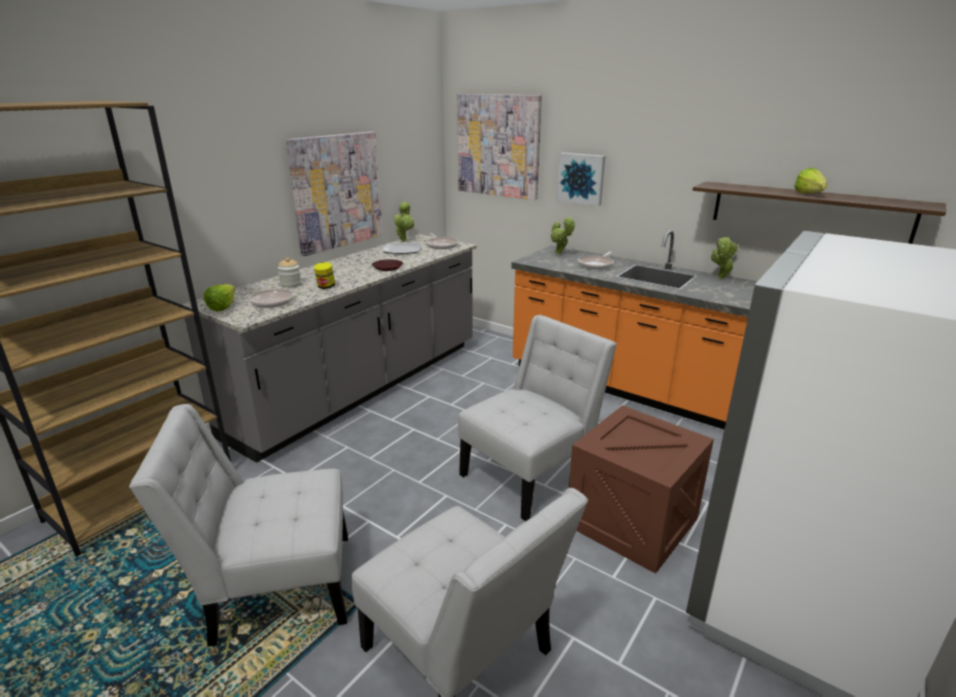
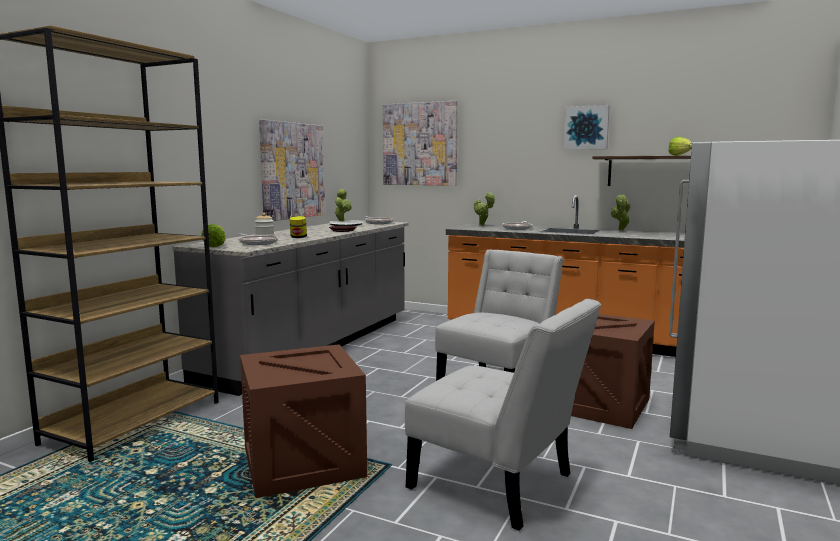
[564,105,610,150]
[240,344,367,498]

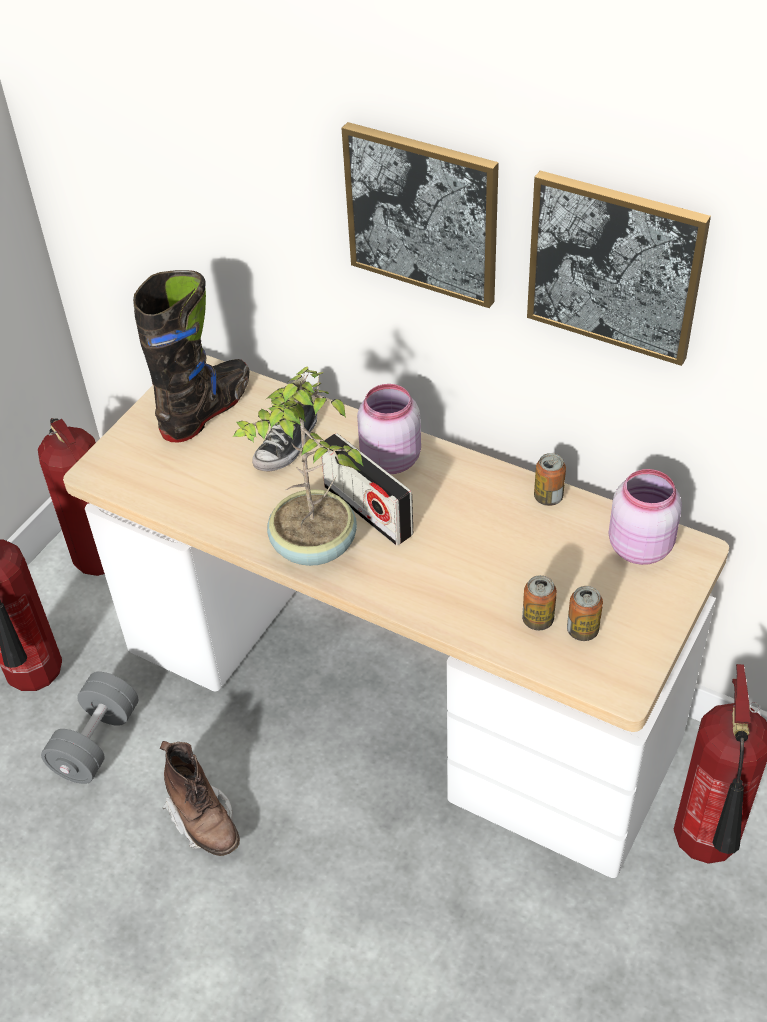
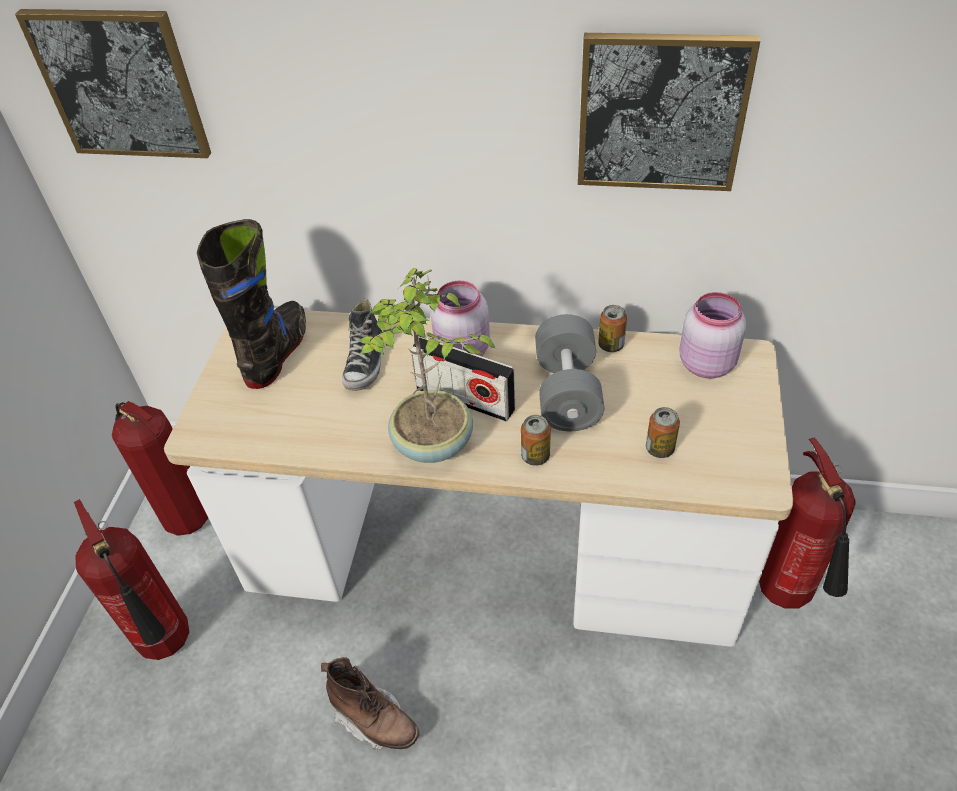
[535,314,604,432]
[15,9,211,158]
[521,415,551,466]

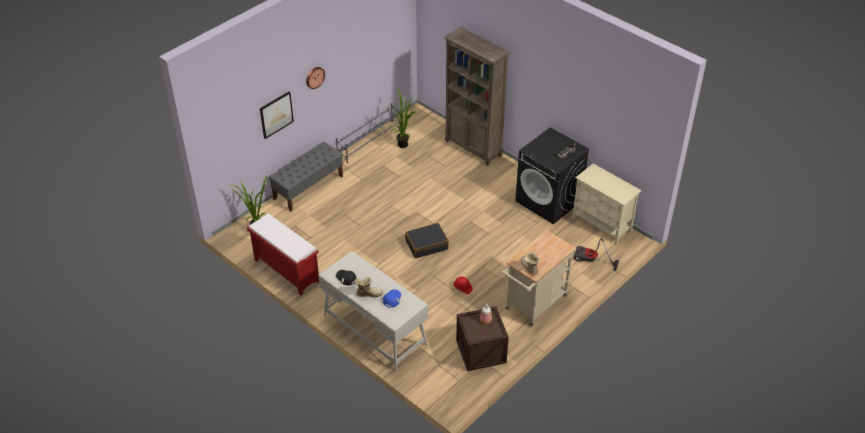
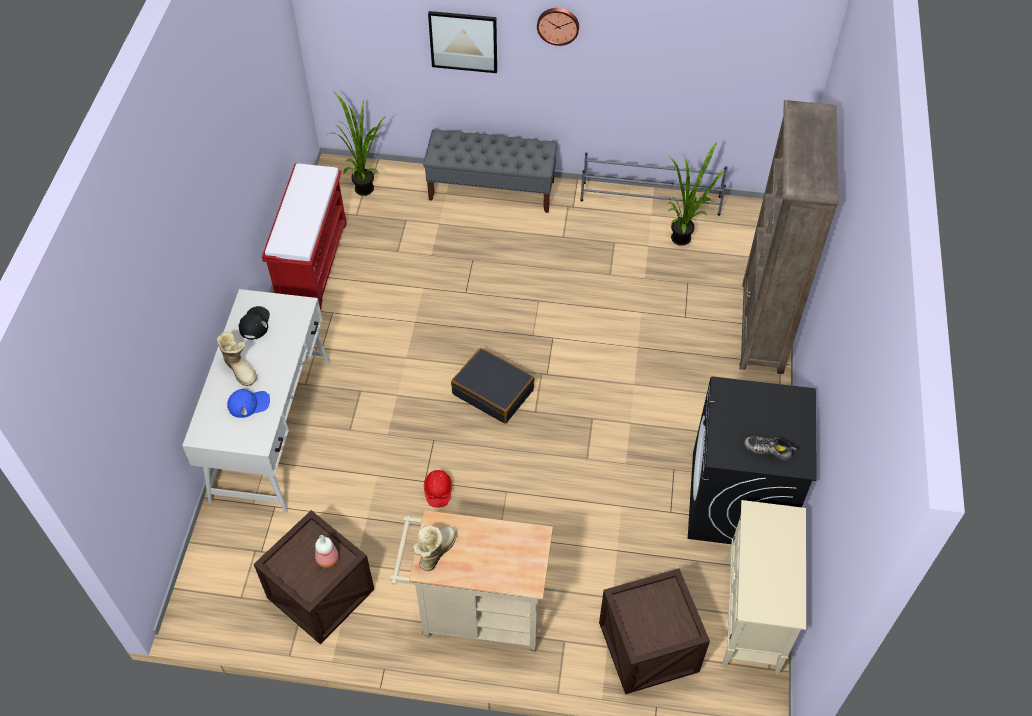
[599,568,710,694]

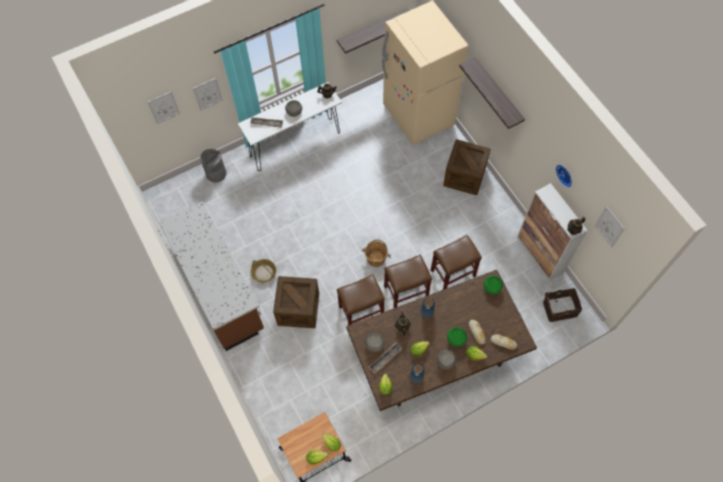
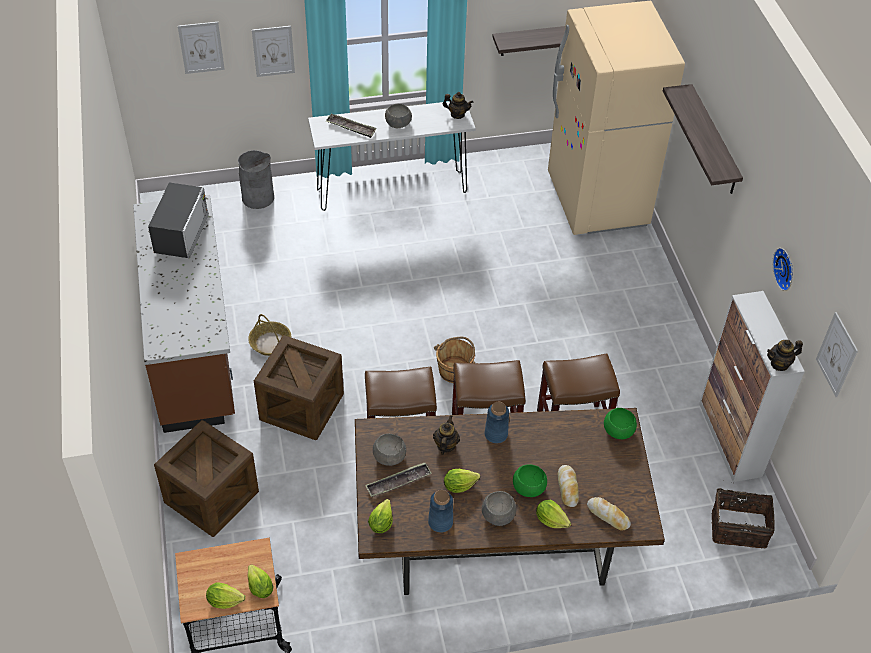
[148,182,209,258]
[154,420,259,537]

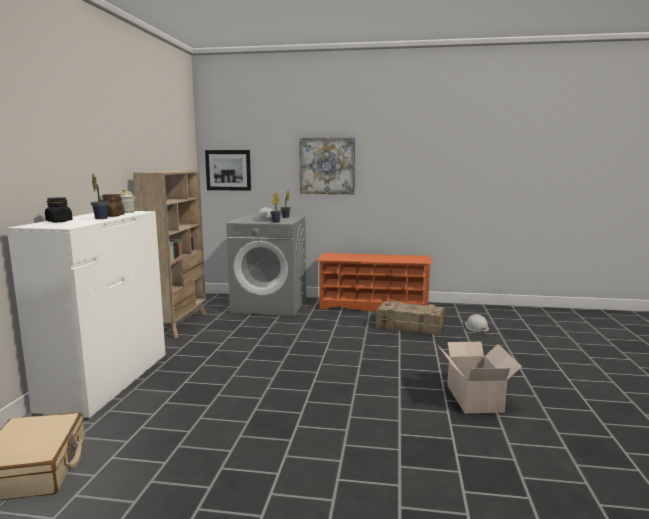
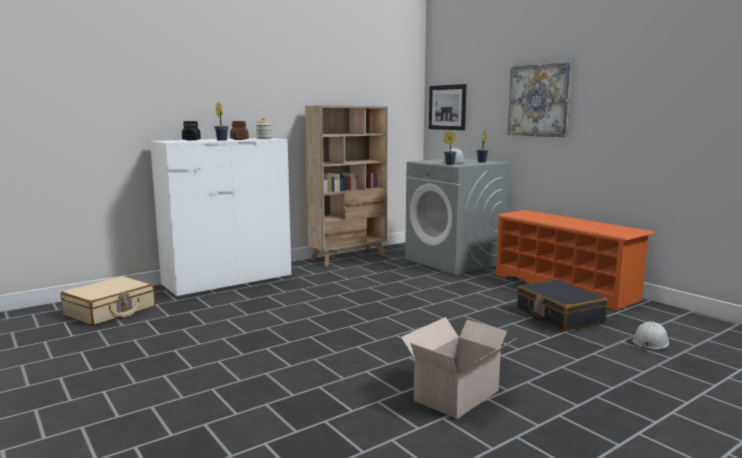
[517,279,608,331]

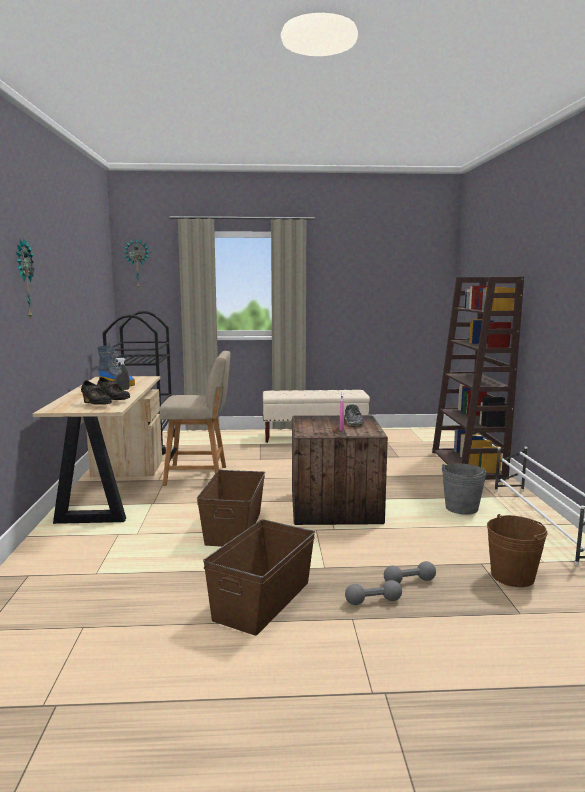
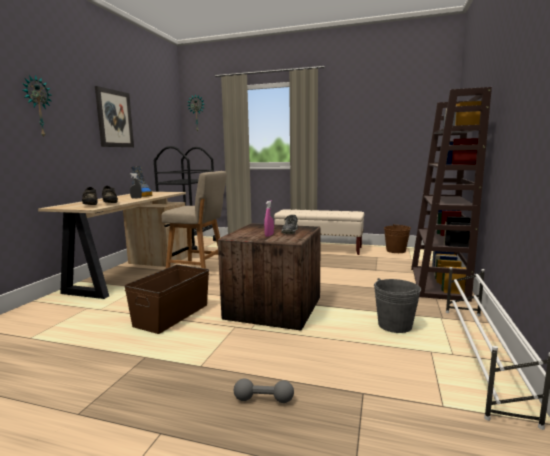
[203,519,315,636] (first image)
[345,580,402,605] (first image)
[95,86,134,147]
[384,224,411,253]

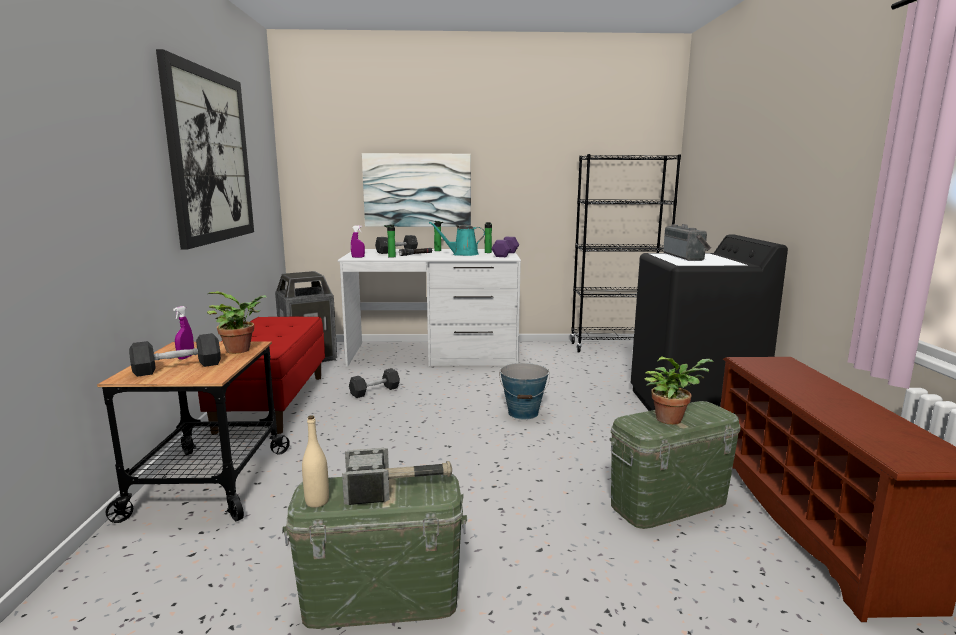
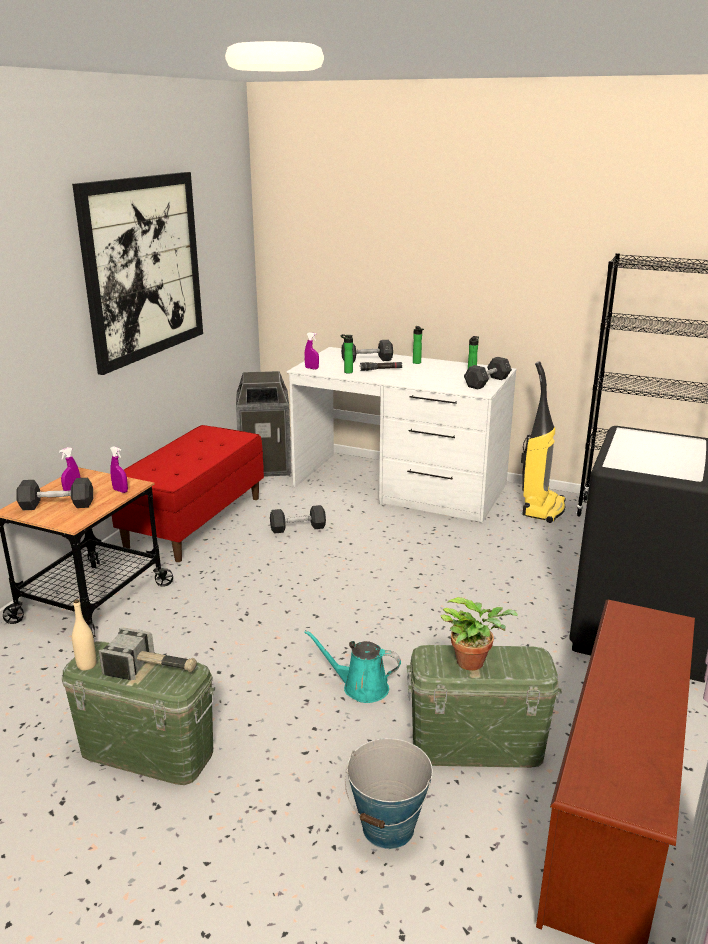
[362,153,471,227] (first image)
[663,224,711,261] (first image)
[521,361,566,523]
[304,630,401,703]
[344,738,433,849]
[110,446,128,493]
[464,357,512,389]

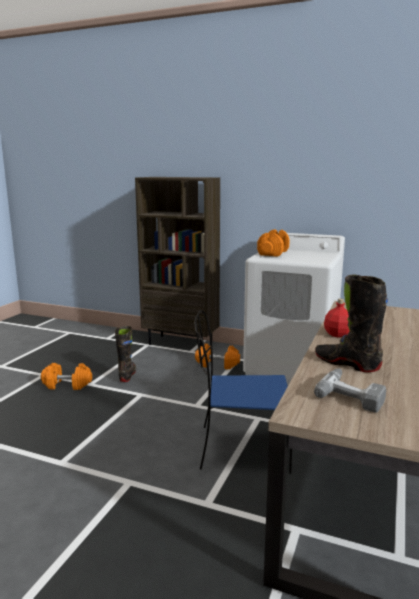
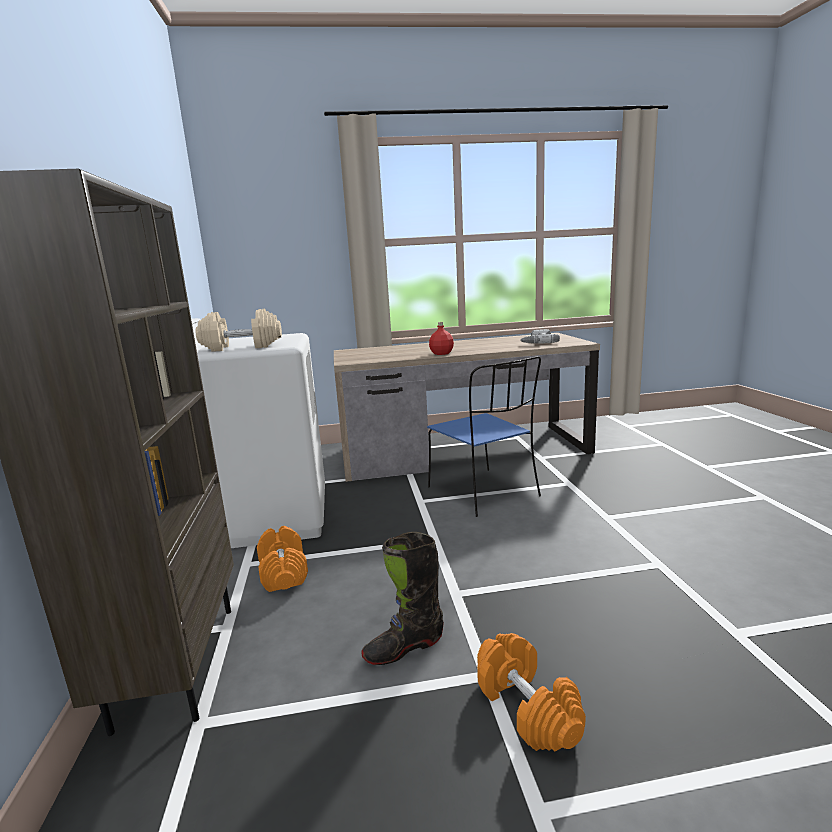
[315,275,388,372] (first image)
[196,309,282,352]

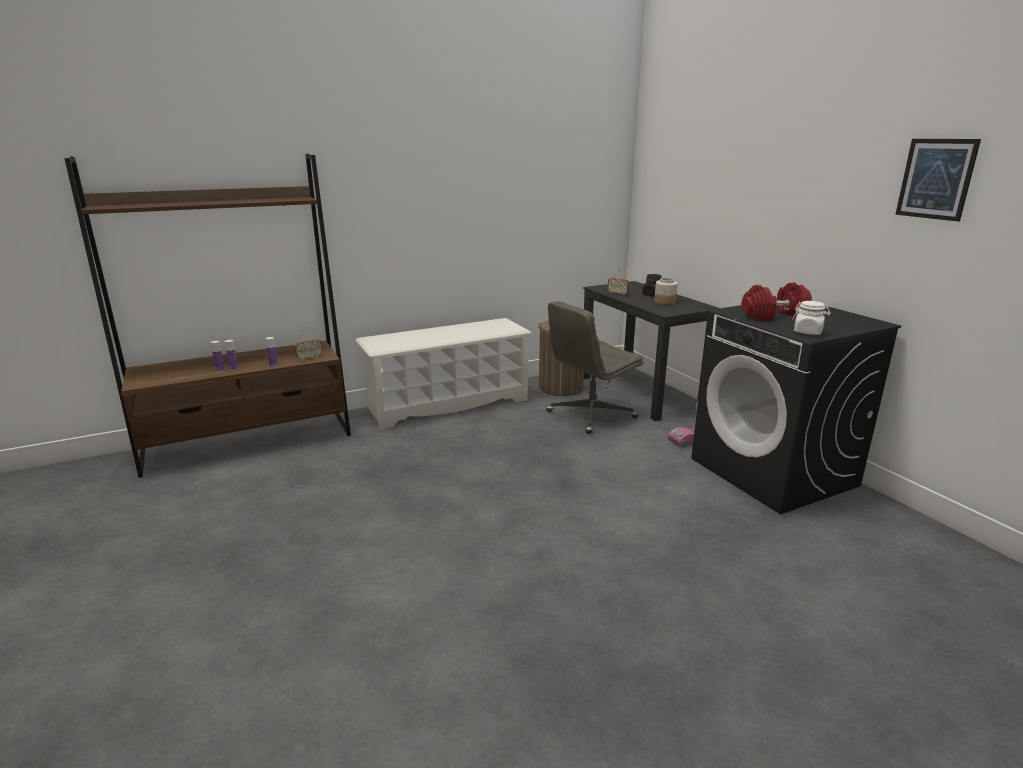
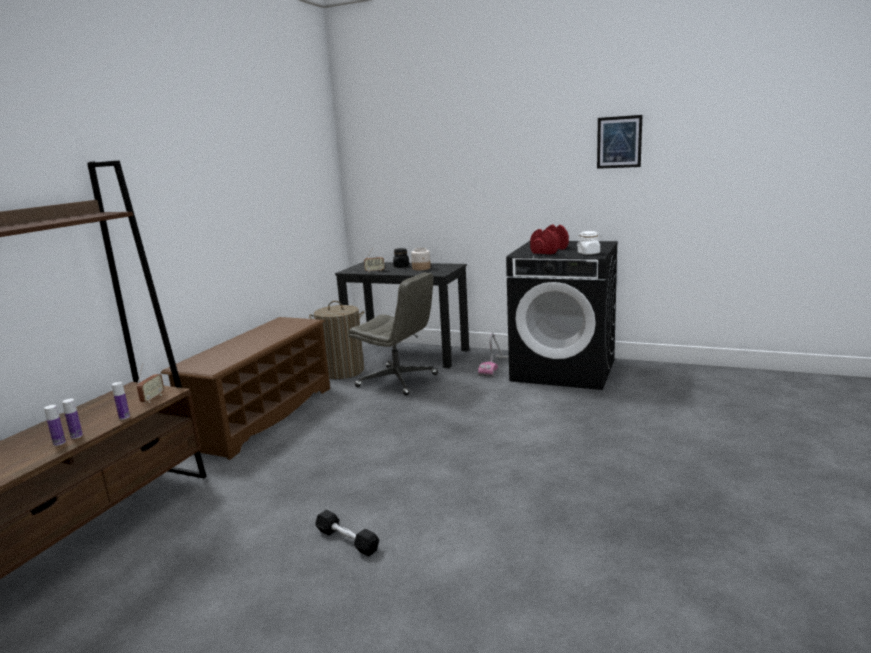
[315,510,379,557]
[161,317,330,460]
[349,272,438,395]

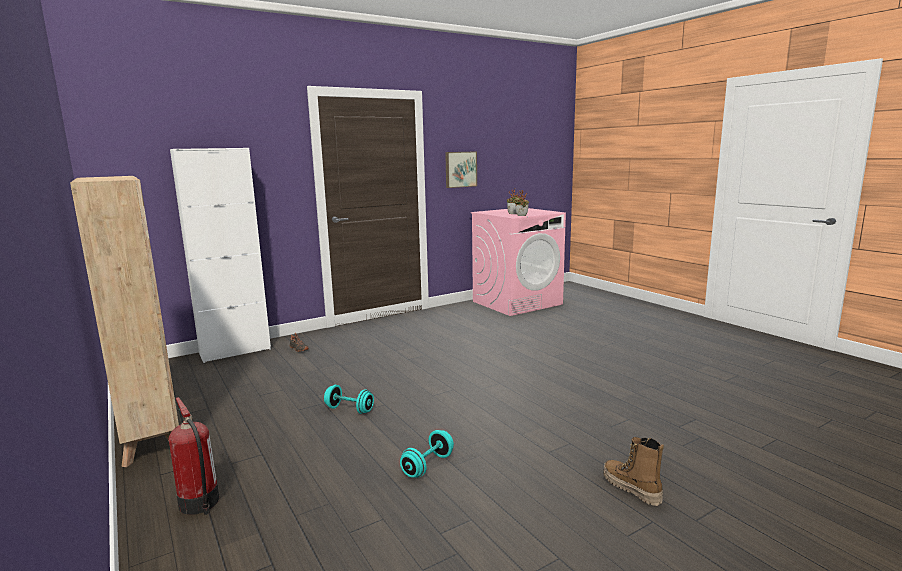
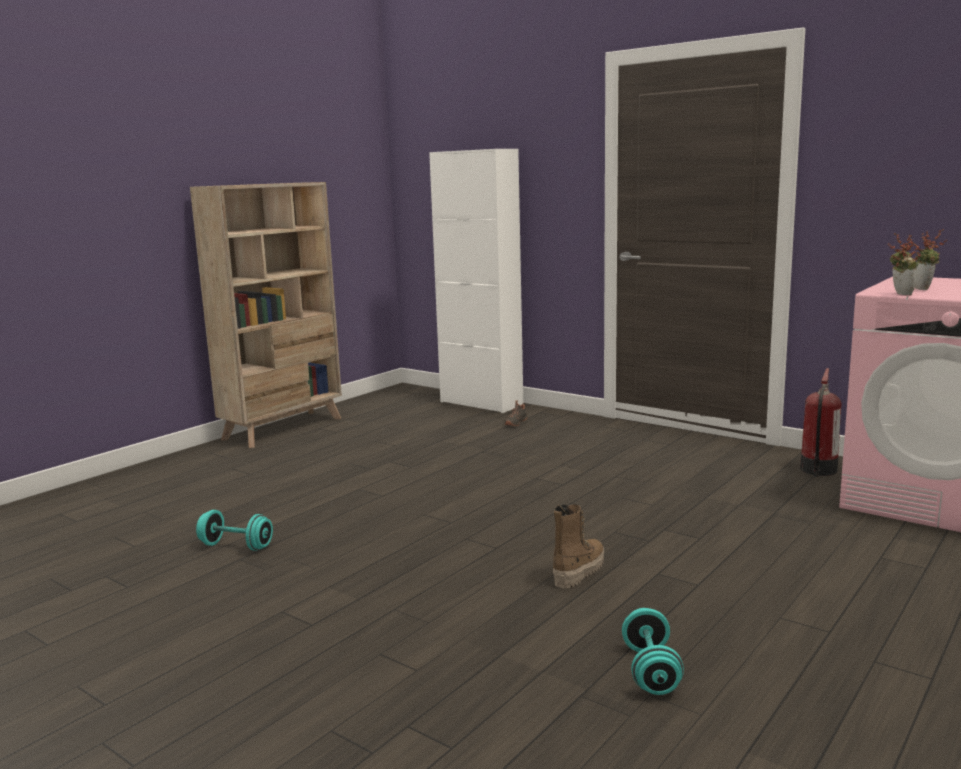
[445,151,477,188] (first image)
[800,368,841,477]
[622,608,684,695]
[553,504,604,589]

